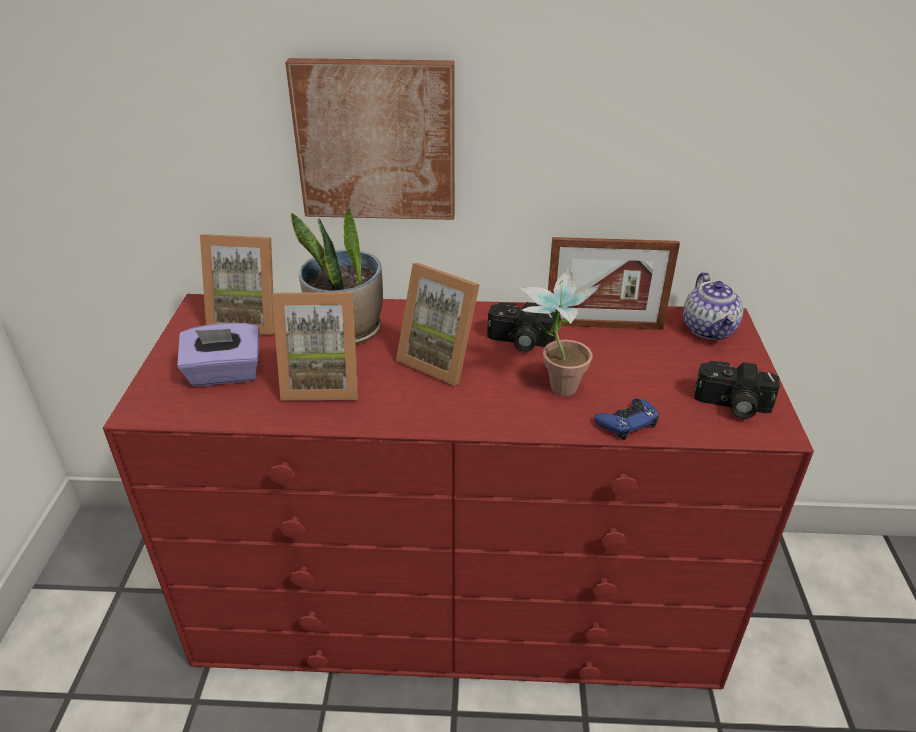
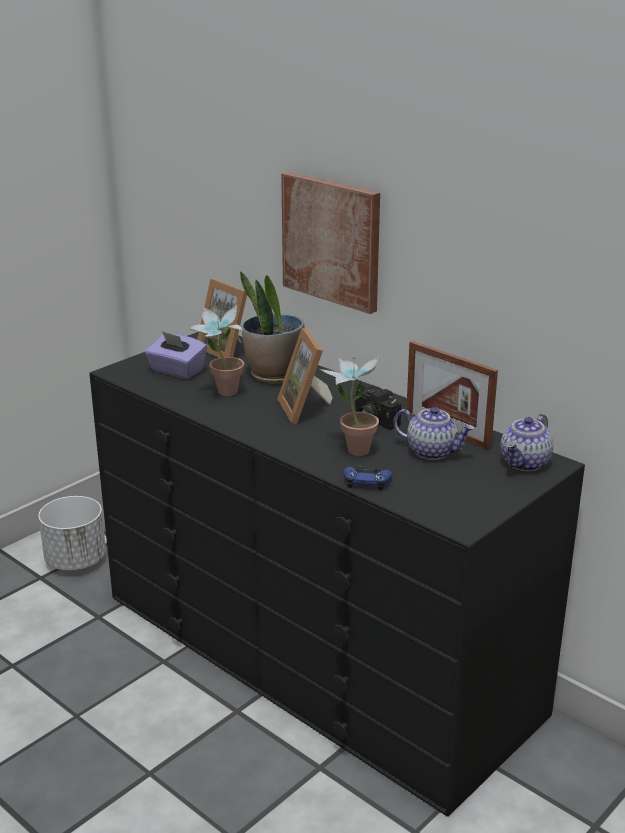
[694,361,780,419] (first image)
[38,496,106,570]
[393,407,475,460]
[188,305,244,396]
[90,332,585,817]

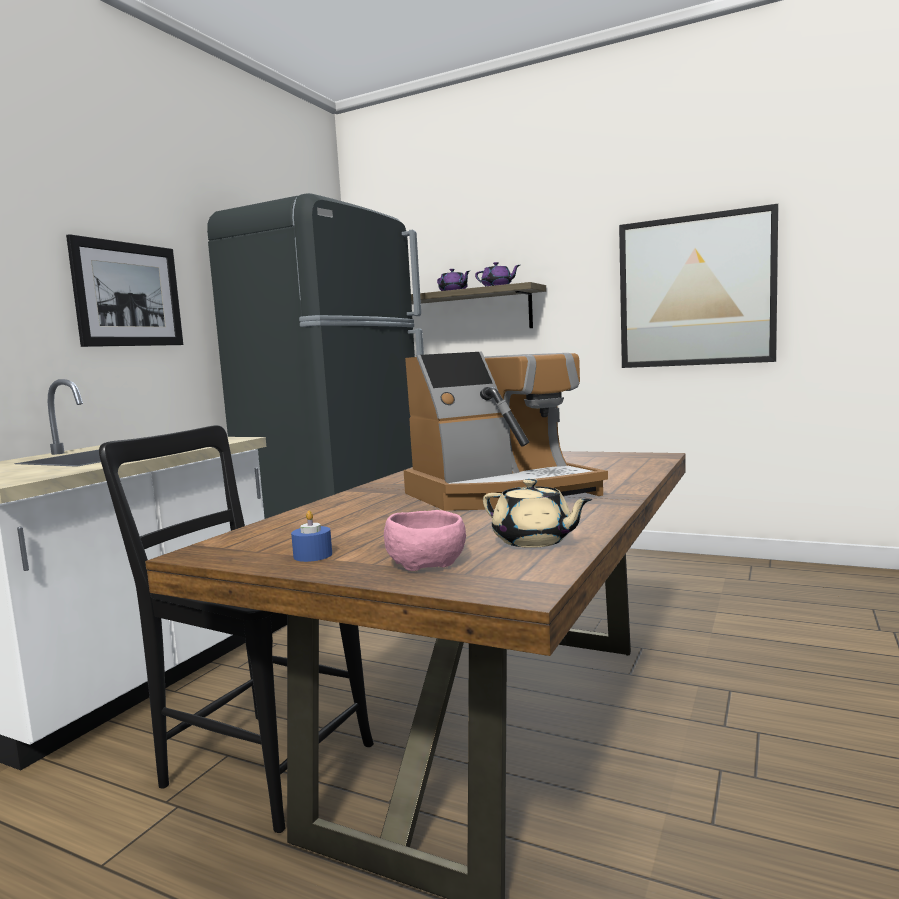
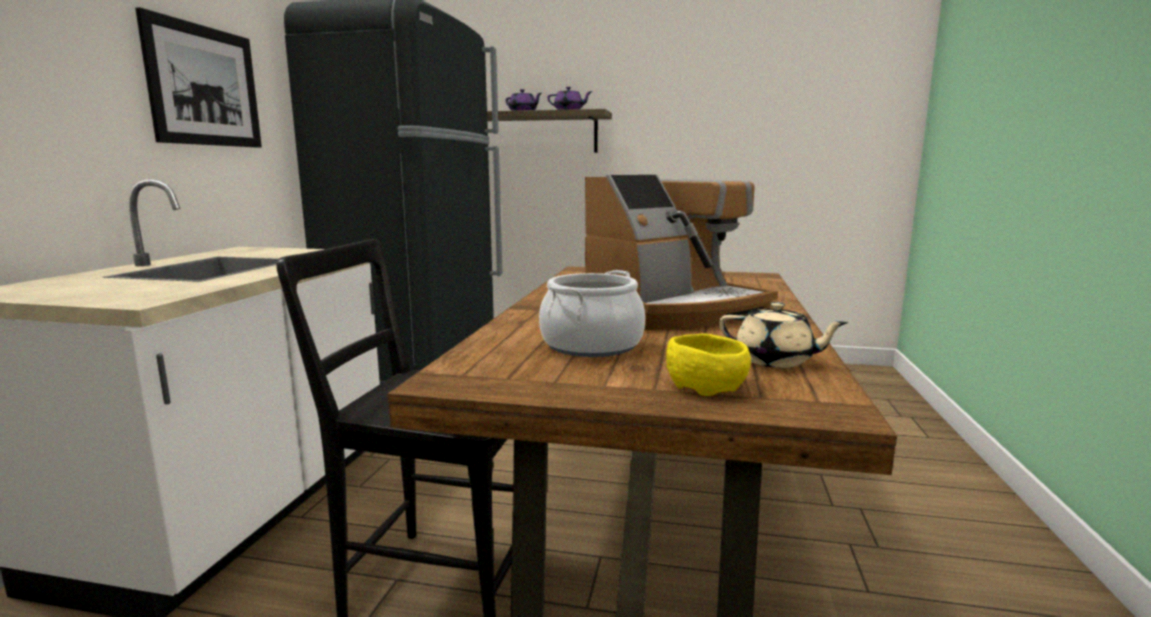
[291,511,332,562] (first image)
[619,204,778,368] (first image)
[539,270,645,357]
[666,334,751,396]

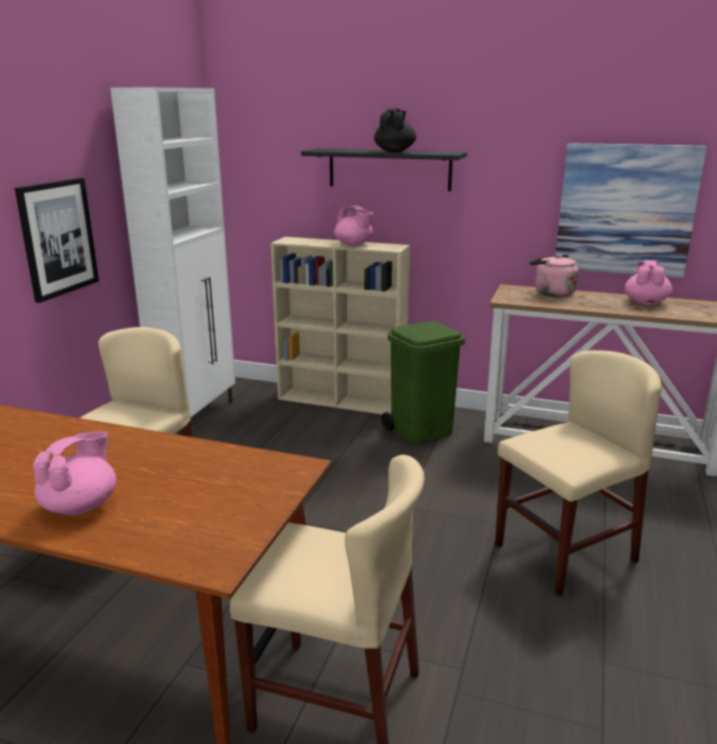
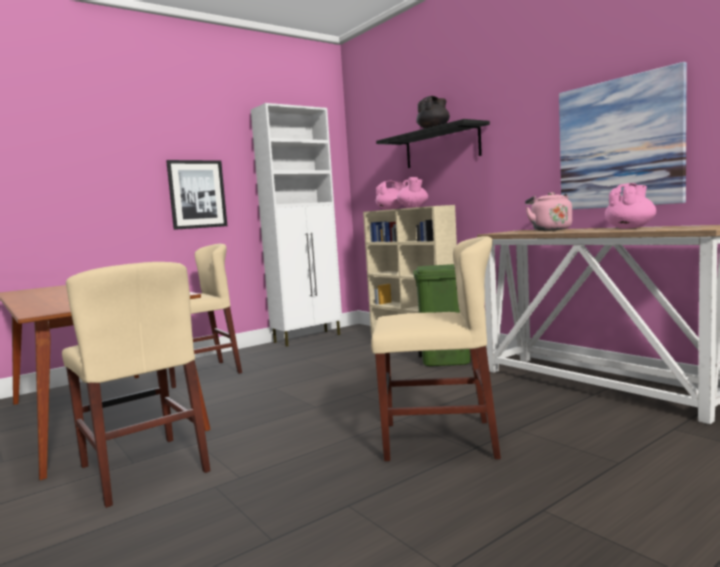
[376,181,403,210]

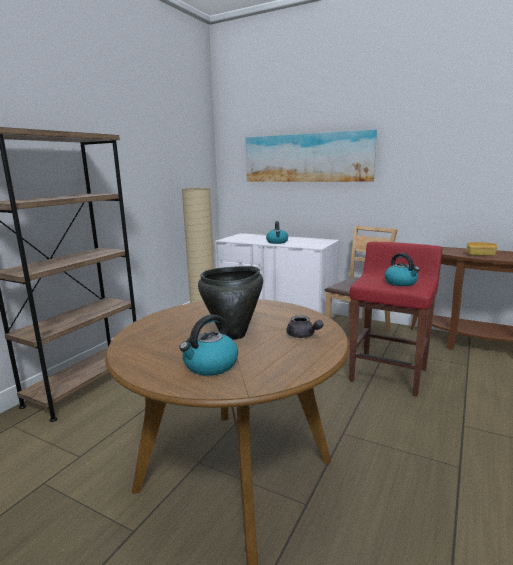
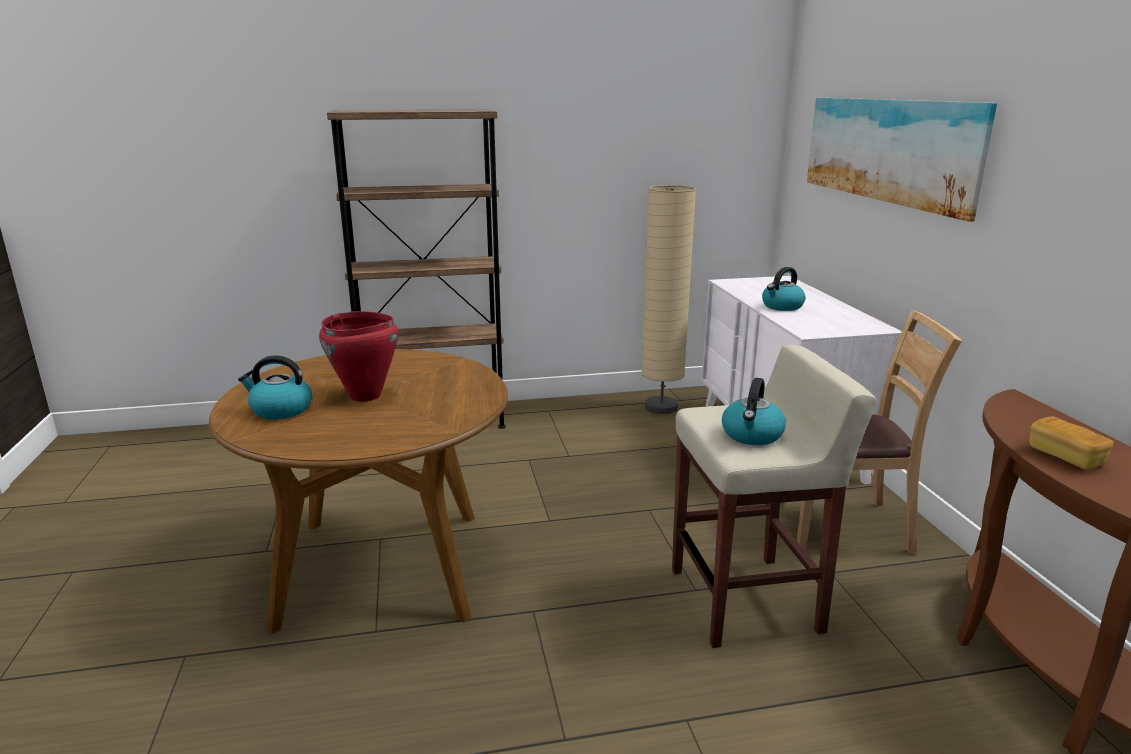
[286,315,324,338] (first image)
[319,311,399,402]
[672,345,876,648]

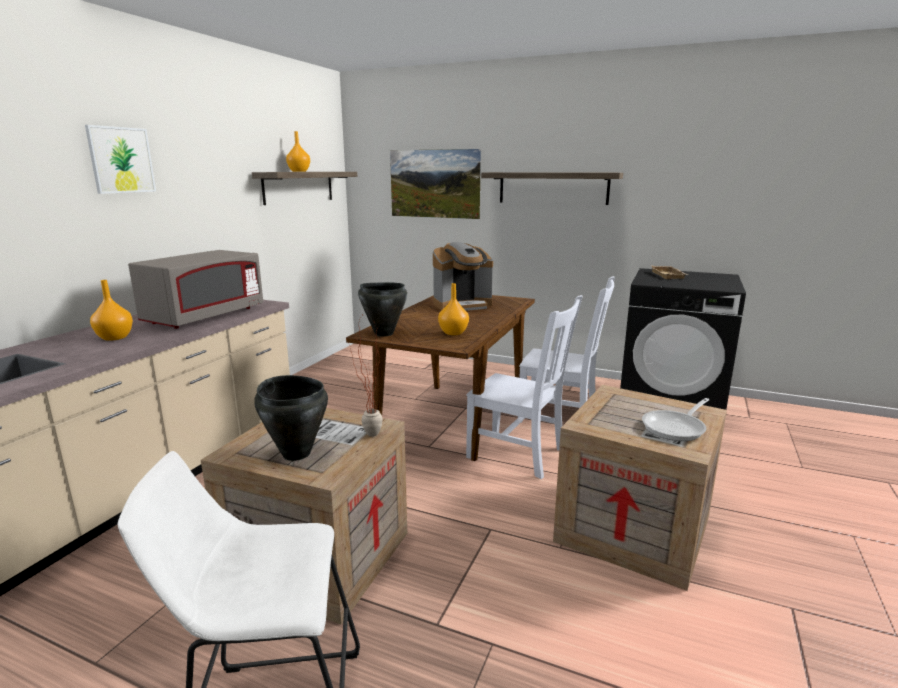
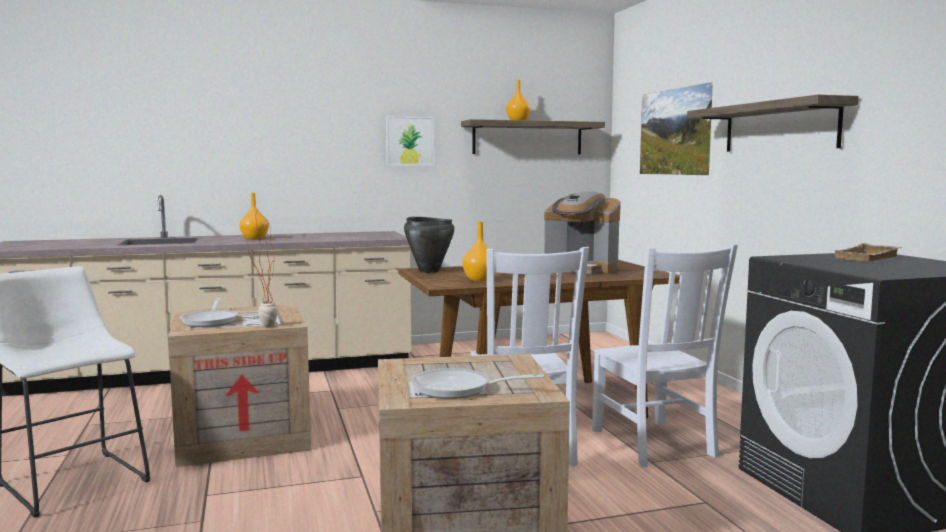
[128,250,263,329] (first image)
[386,116,434,165]
[180,298,238,327]

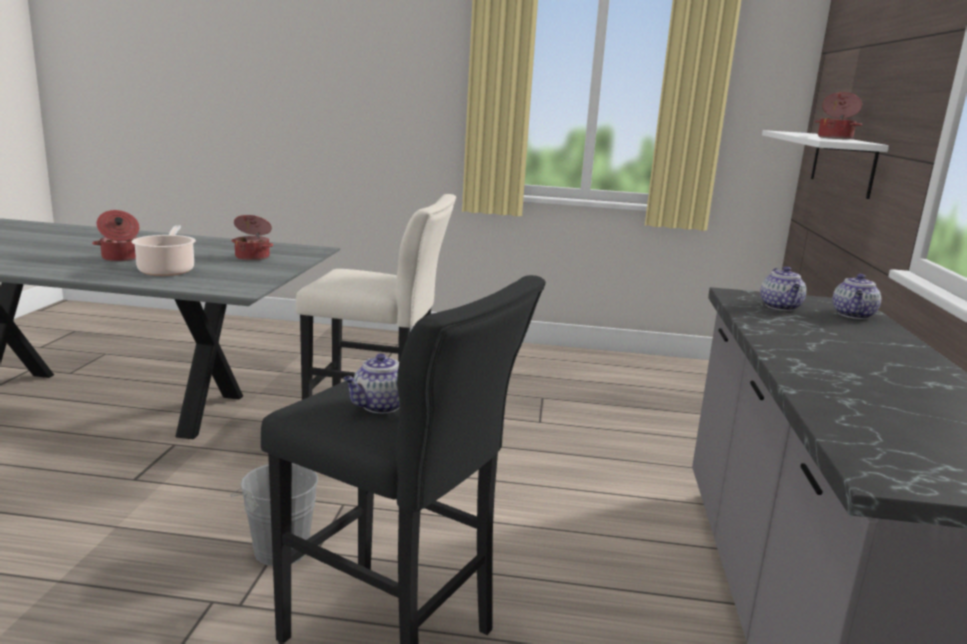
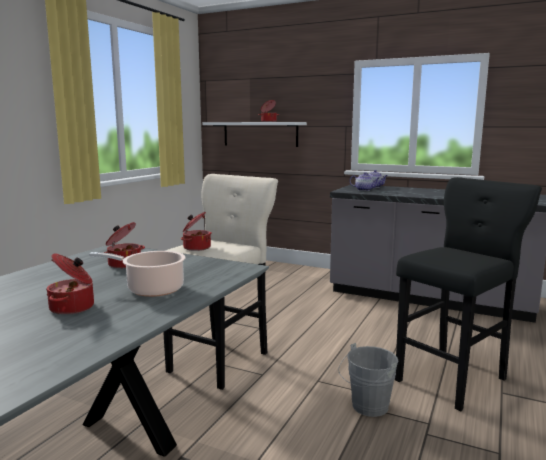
[343,354,400,413] (first image)
[181,212,212,251]

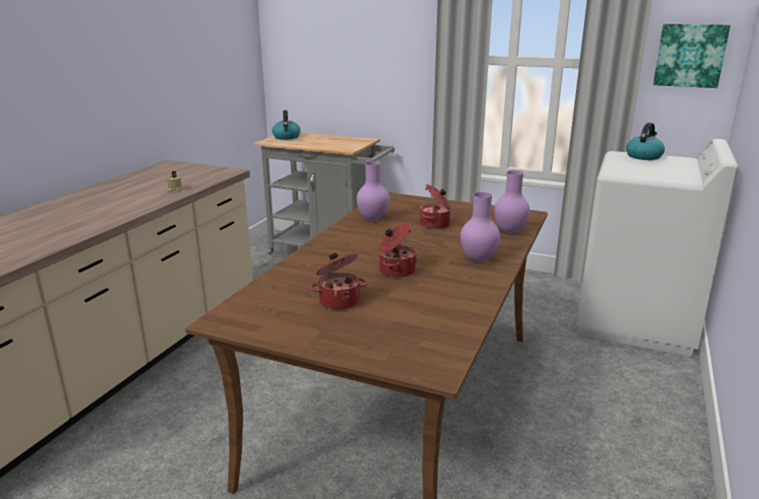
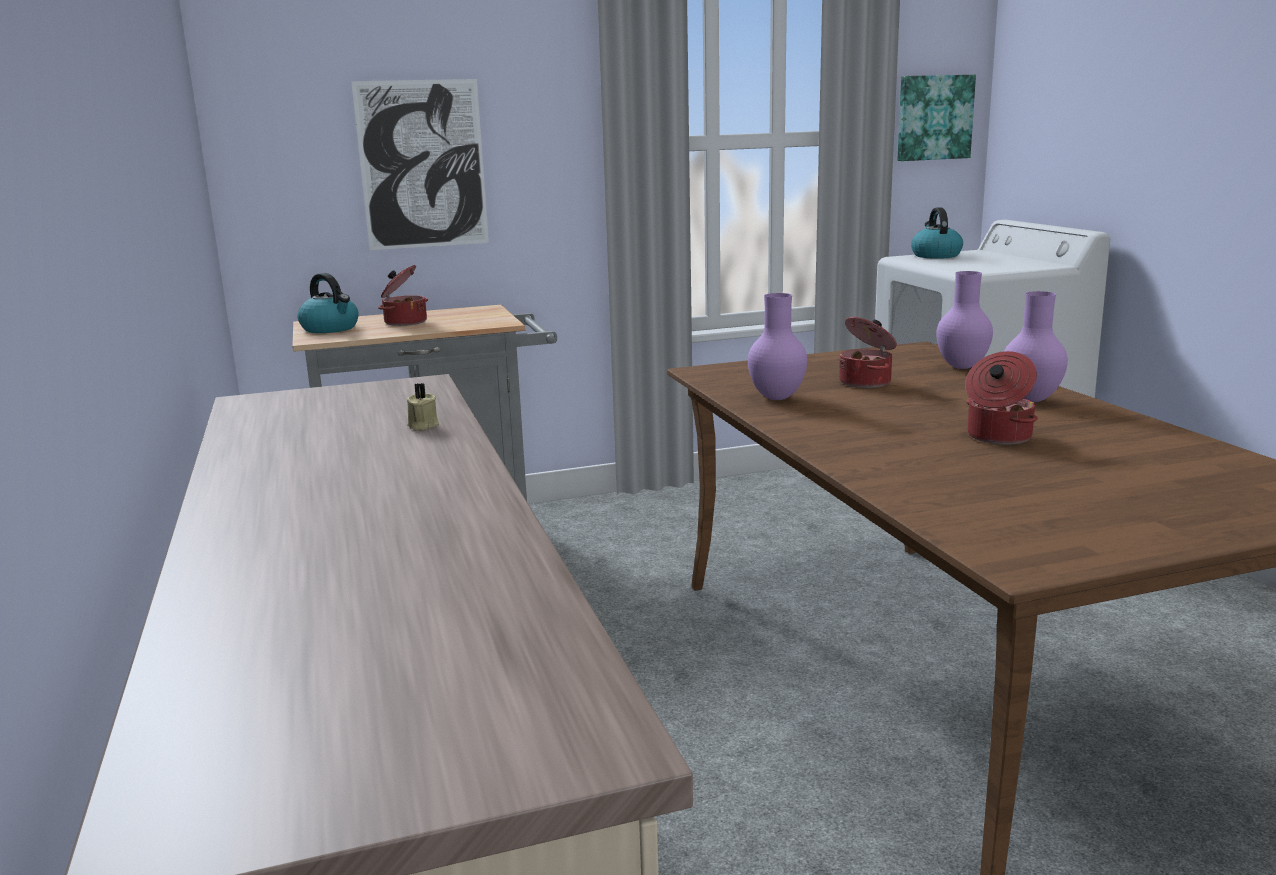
[351,79,489,250]
[378,265,428,326]

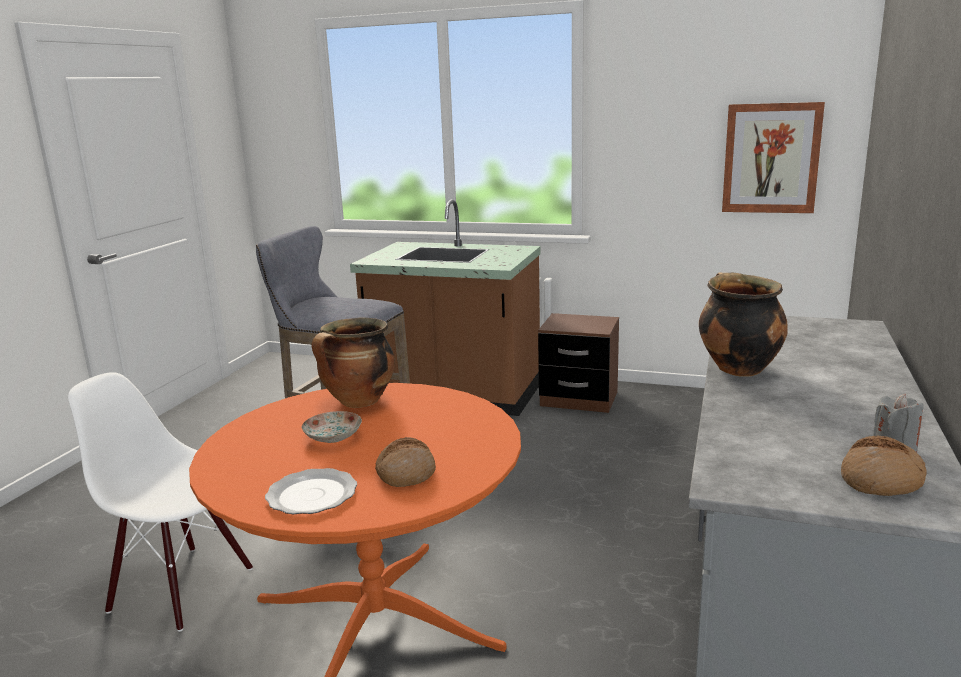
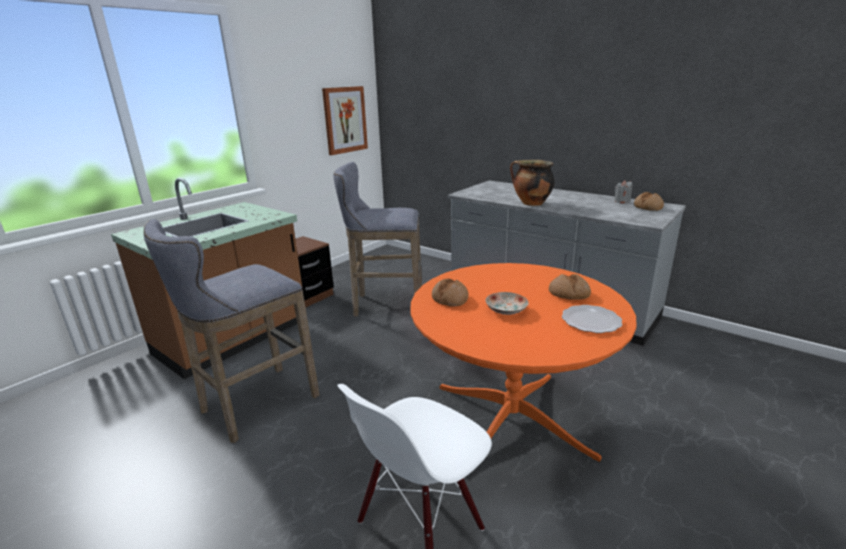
[333,162,422,317]
[432,279,469,307]

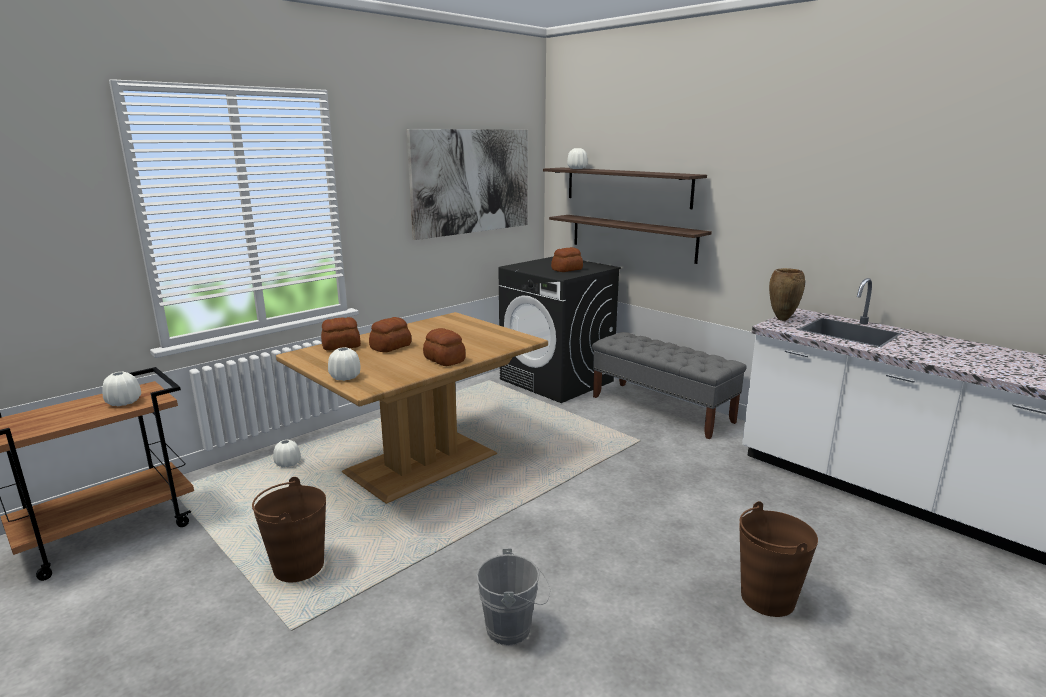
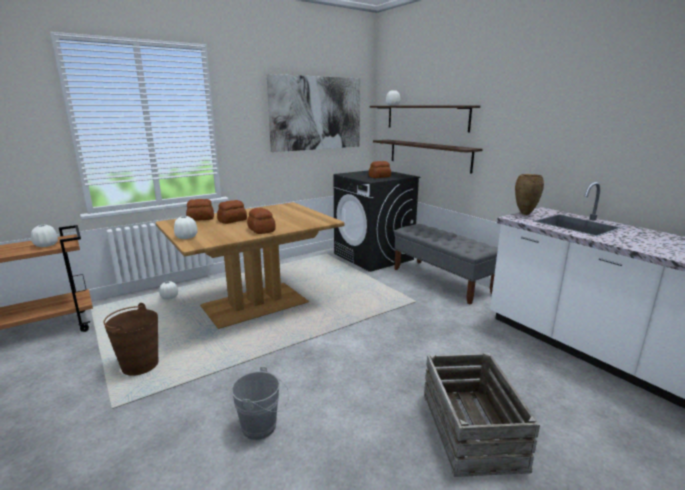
[424,353,540,477]

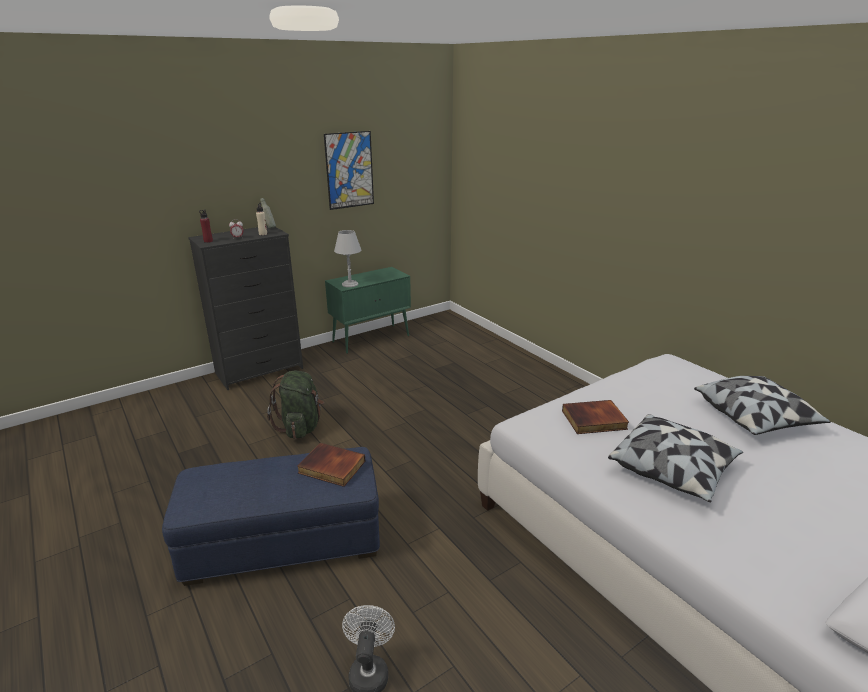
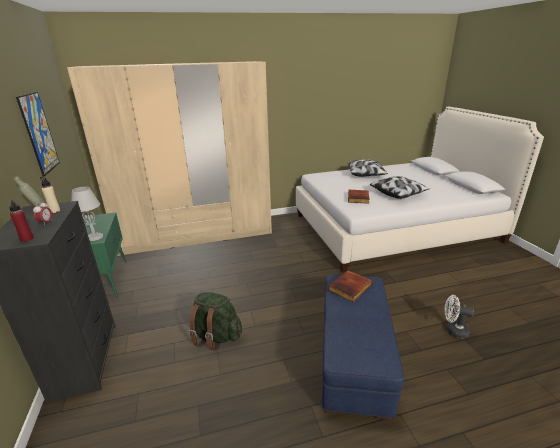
[67,61,272,256]

